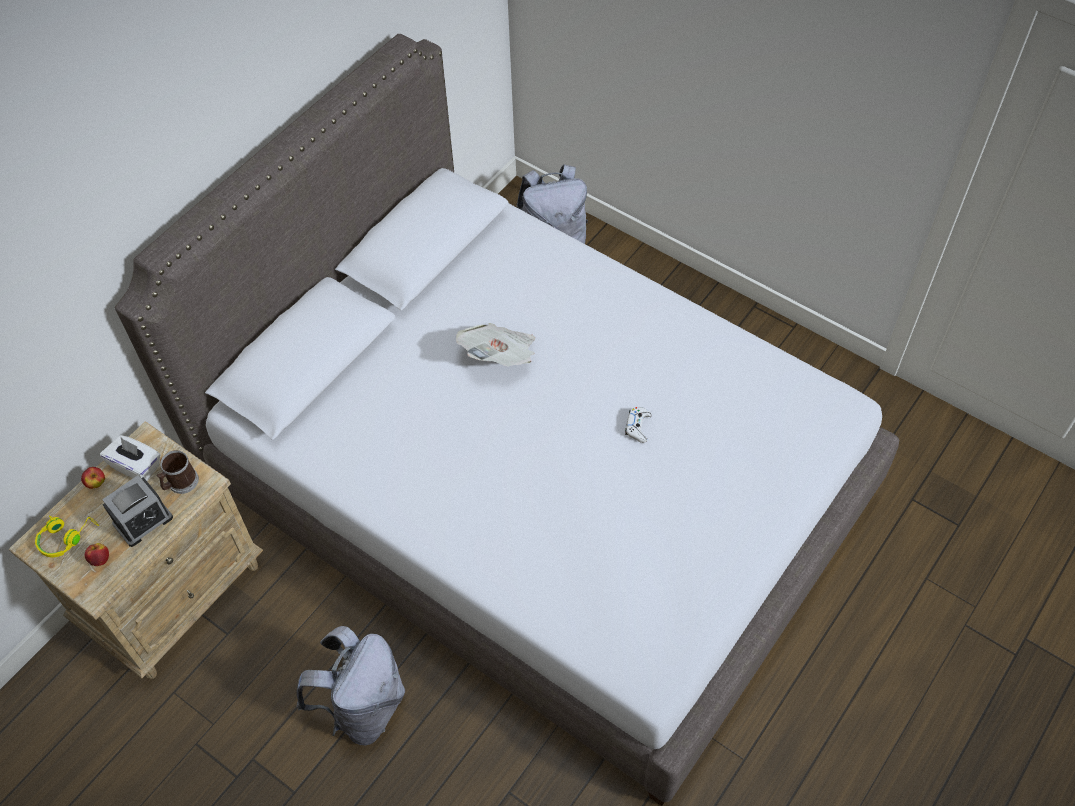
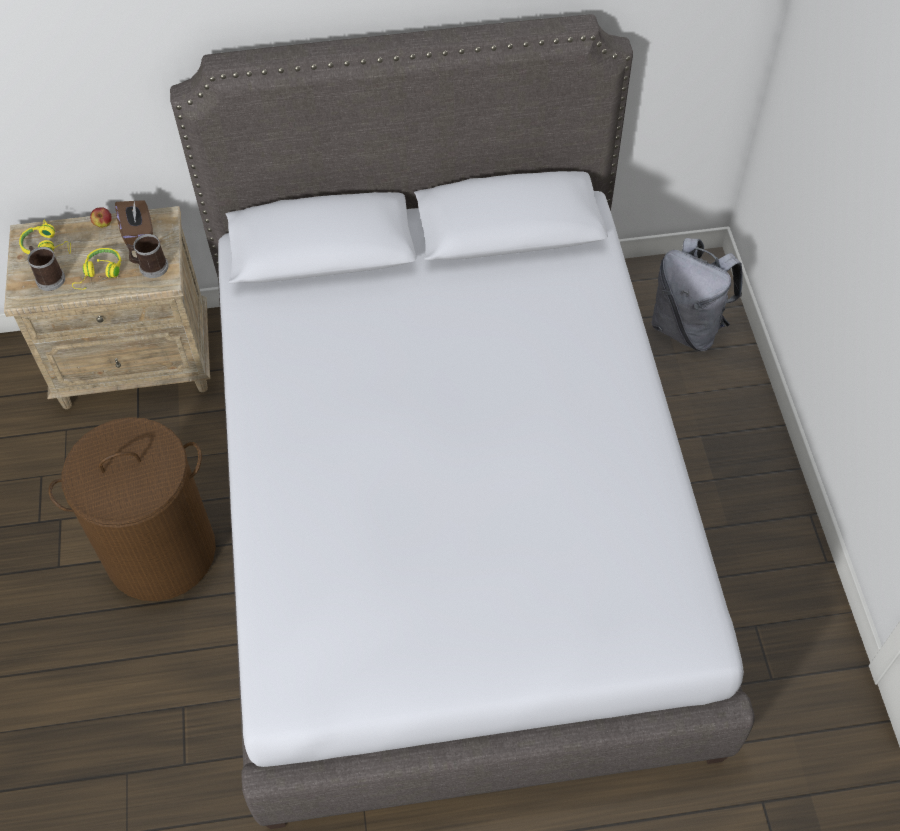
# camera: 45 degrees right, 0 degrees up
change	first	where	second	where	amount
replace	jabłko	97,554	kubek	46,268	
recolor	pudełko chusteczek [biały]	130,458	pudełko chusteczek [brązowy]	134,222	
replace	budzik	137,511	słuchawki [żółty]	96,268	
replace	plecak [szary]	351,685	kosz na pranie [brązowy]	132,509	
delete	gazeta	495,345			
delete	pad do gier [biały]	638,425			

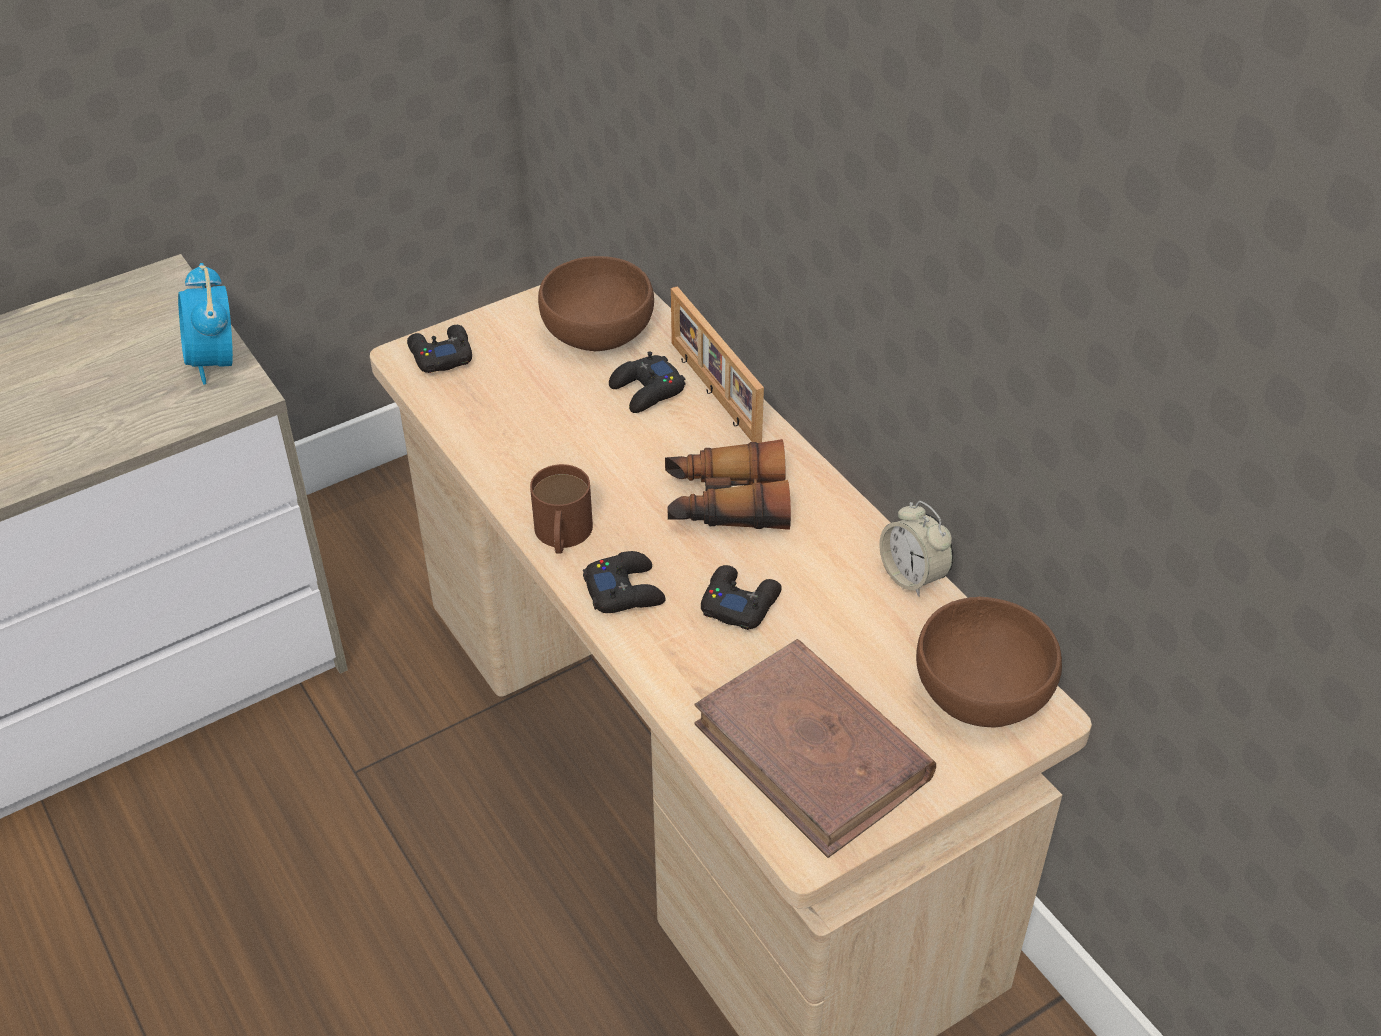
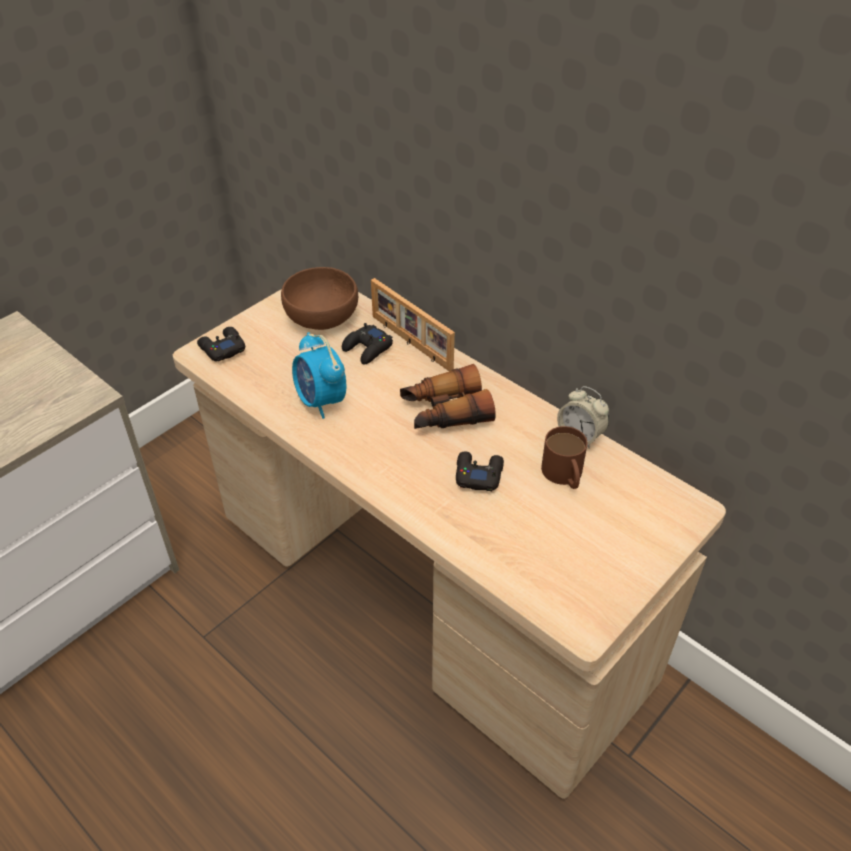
# camera: 15 degrees left, 0 degrees up
change	first	where	second	where	amount
move	budzik	205,324		319,375	
move	kubek [brązowy]	561,508		564,457	
delete	pad do gier [czarny]	624,582			
delete	książka [brązowy]	815,748			
delete	miska [brązowy]	989,662			

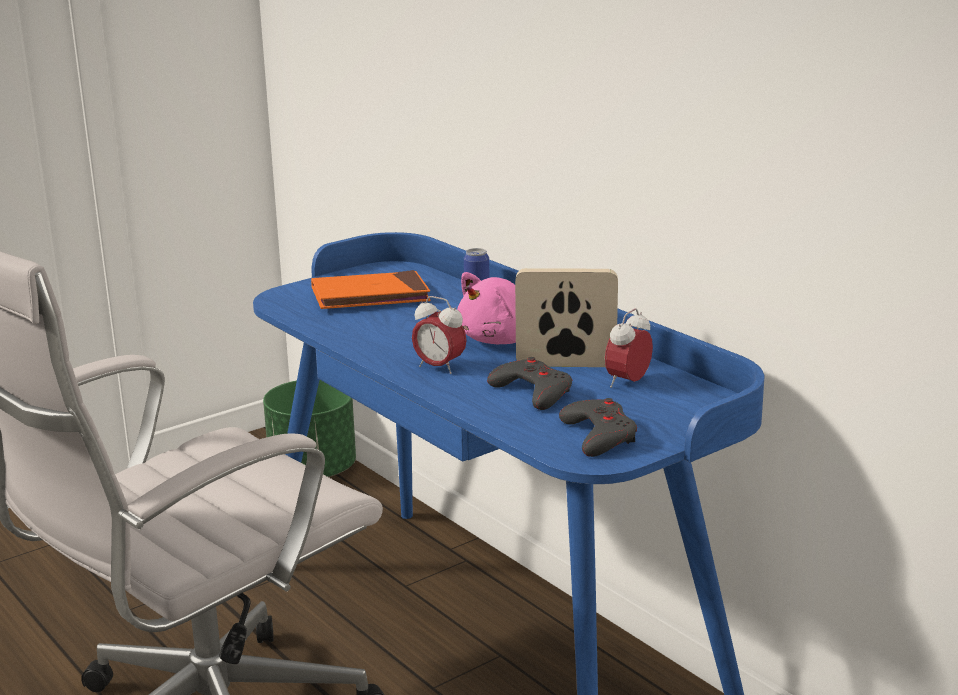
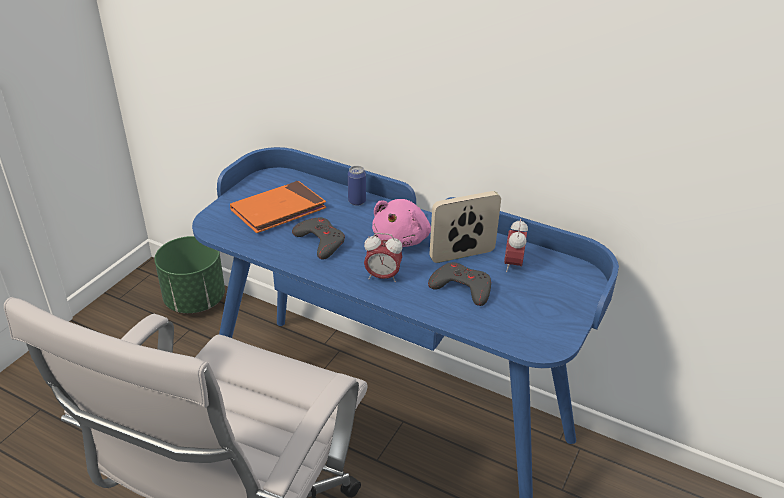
# camera: 25 degrees left, 15 degrees up
change	first	where	second	where	amount
move	pad do gier [szary]	598,427		318,238	

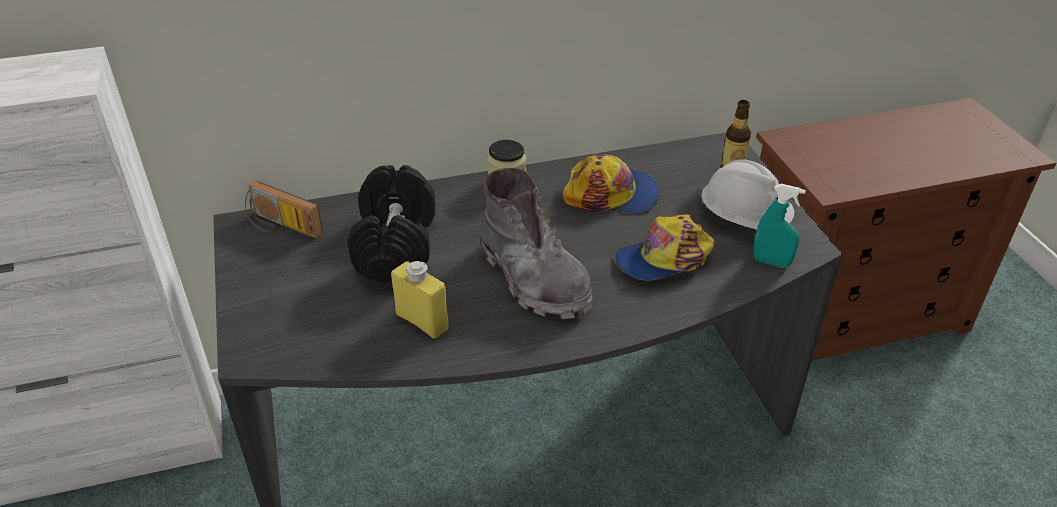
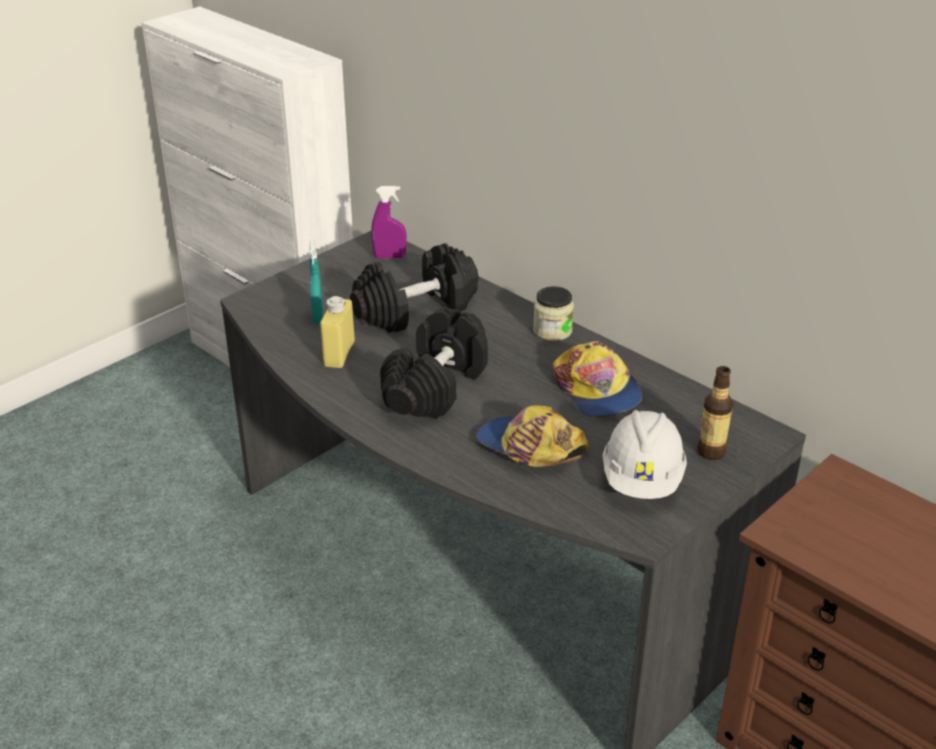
# camera: 60 degrees right, 5 degrees down
change	first	where	second	where	amount
replace	radio	284,209	spryskiwacz [fioletowy]	389,222	
replace	but z cholewką [szary]	537,243	hantel [czarny]	434,363	
move	spryskiwacz [turkusowy]	780,226		316,282	

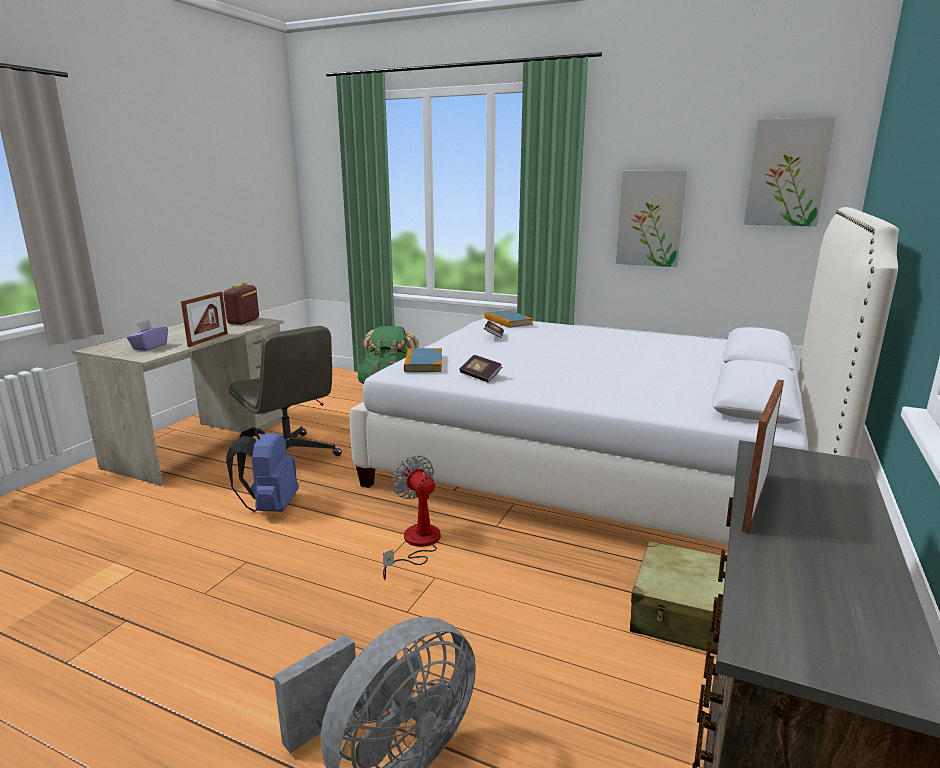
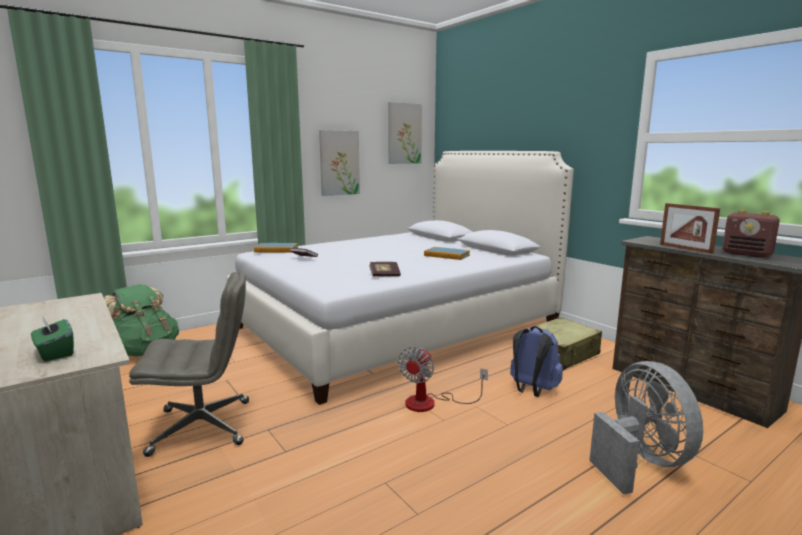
# camera: 60 degrees left, 5 degrees down
change	first	where	second	where	amount
recolor	pudełko chusteczek [fioletowy]	147,335	pudełko chusteczek [zielony]	52,338	
delete	ramka na zdjęcie	204,319			
move	radio	241,304		751,234	
move	plecak [niebieski]	262,469		536,361	
rotate	wentylator	412,517		443,379	60 degrees counterclockwise
move	książka	423,360		447,253	

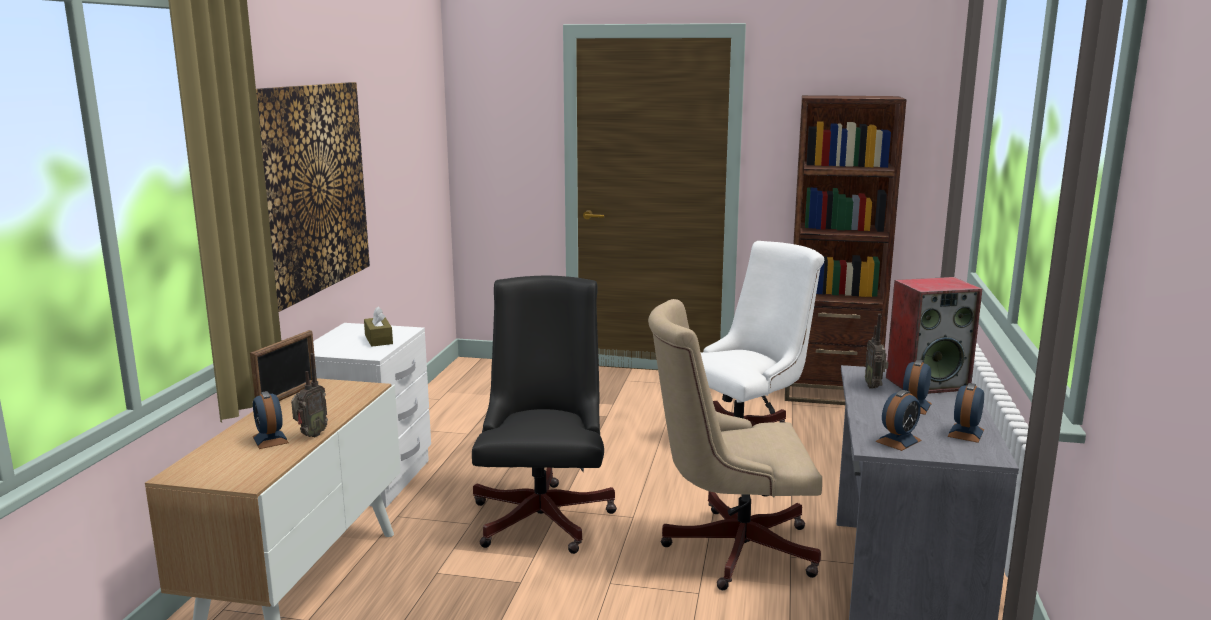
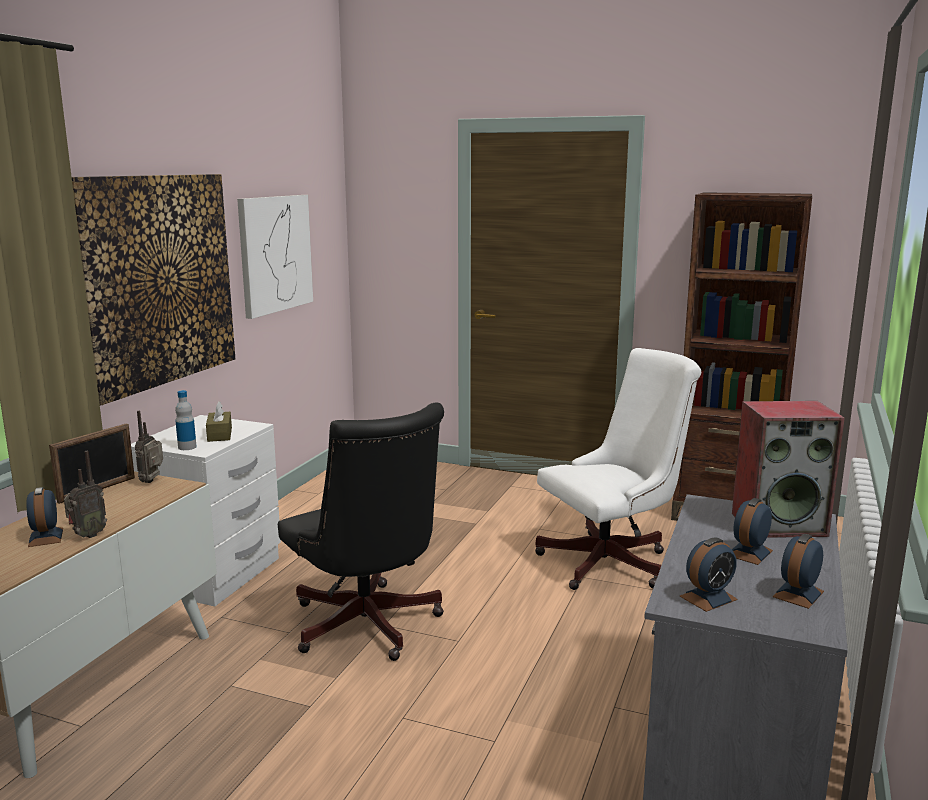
# camera: 10 degrees right, 0 degrees up
change	first	where	second	where	amount
rotate	krzesło biurowe [czarny]	544,415		361,531	135 degrees clockwise
delete	krzesło biurowe [beżowy]	735,444			
move	radio	876,351		149,447	
insert			butelka	186,420	
insert			obraz	275,257	

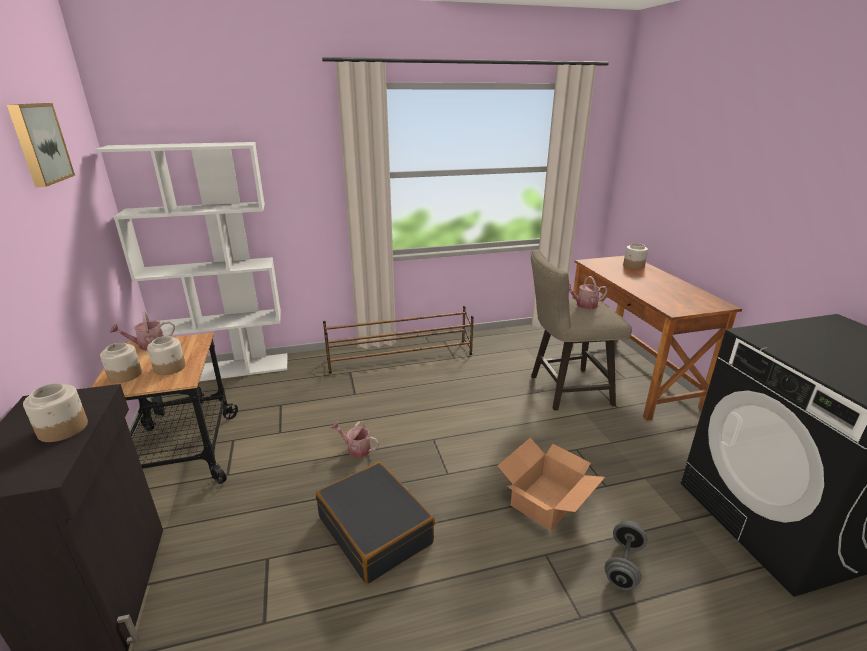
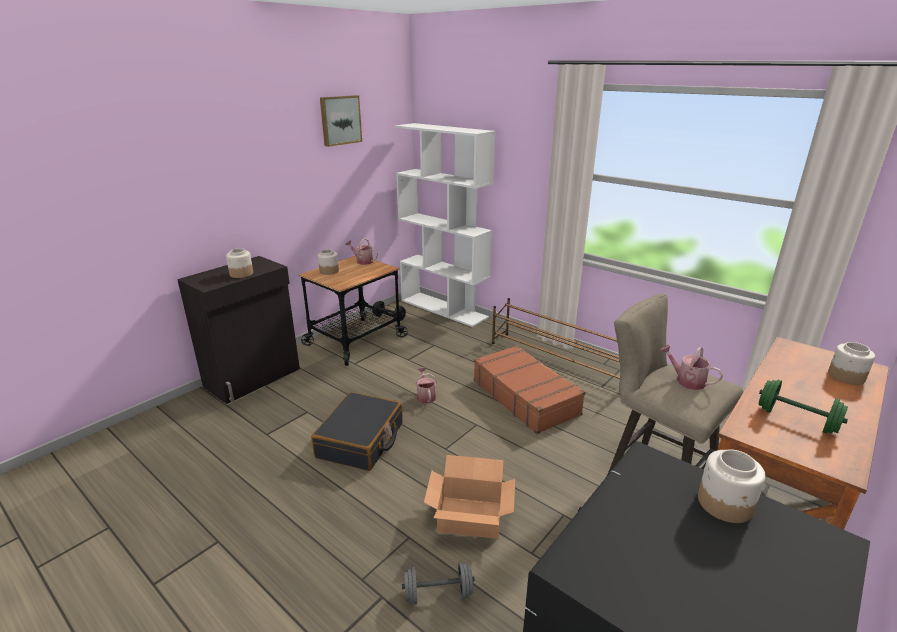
# camera: 55 degrees right, 0 degrees up
change	first	where	second	where	amount
move	słoik	166,355		732,486	
insert			walizka [brązowy]	529,389	
insert			hantel [zielony]	803,407	

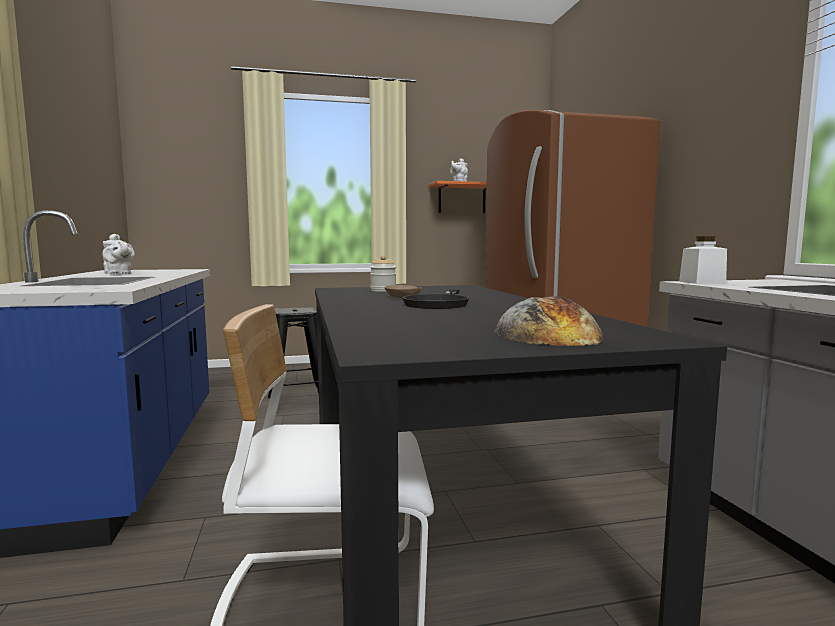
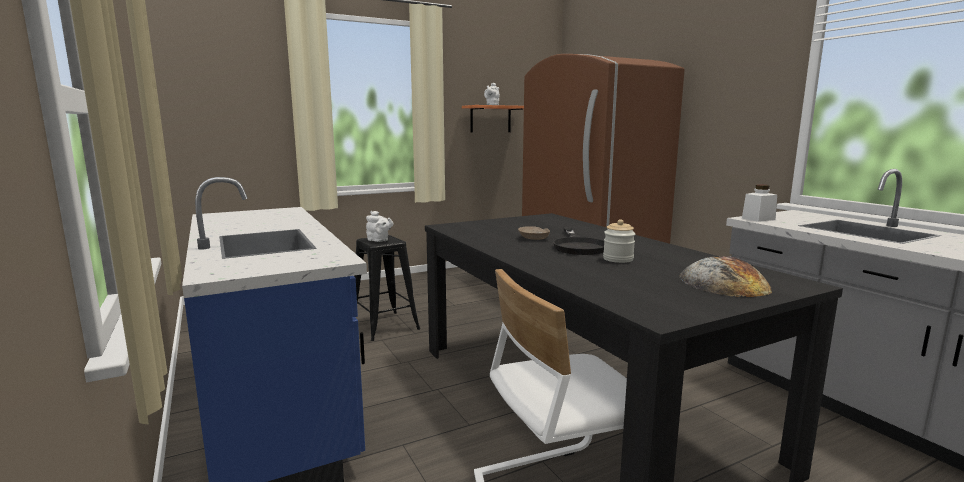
# camera: 15 degrees left, 5 degrees up
change	first	where	second	where	amount
move	imbryk [biały]	118,254		379,226	
move	słoik	383,273		619,241	

